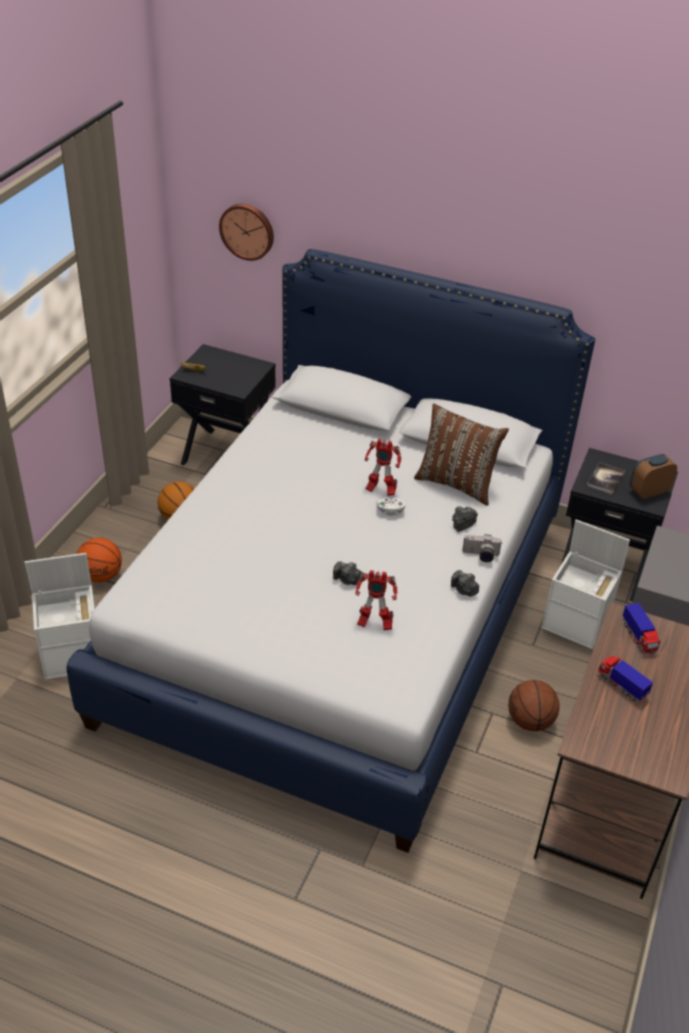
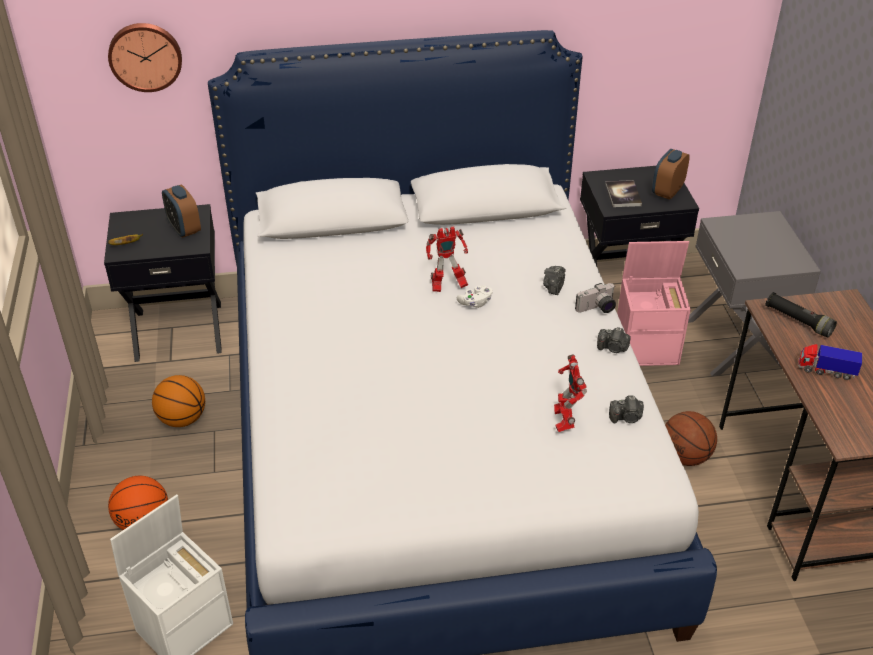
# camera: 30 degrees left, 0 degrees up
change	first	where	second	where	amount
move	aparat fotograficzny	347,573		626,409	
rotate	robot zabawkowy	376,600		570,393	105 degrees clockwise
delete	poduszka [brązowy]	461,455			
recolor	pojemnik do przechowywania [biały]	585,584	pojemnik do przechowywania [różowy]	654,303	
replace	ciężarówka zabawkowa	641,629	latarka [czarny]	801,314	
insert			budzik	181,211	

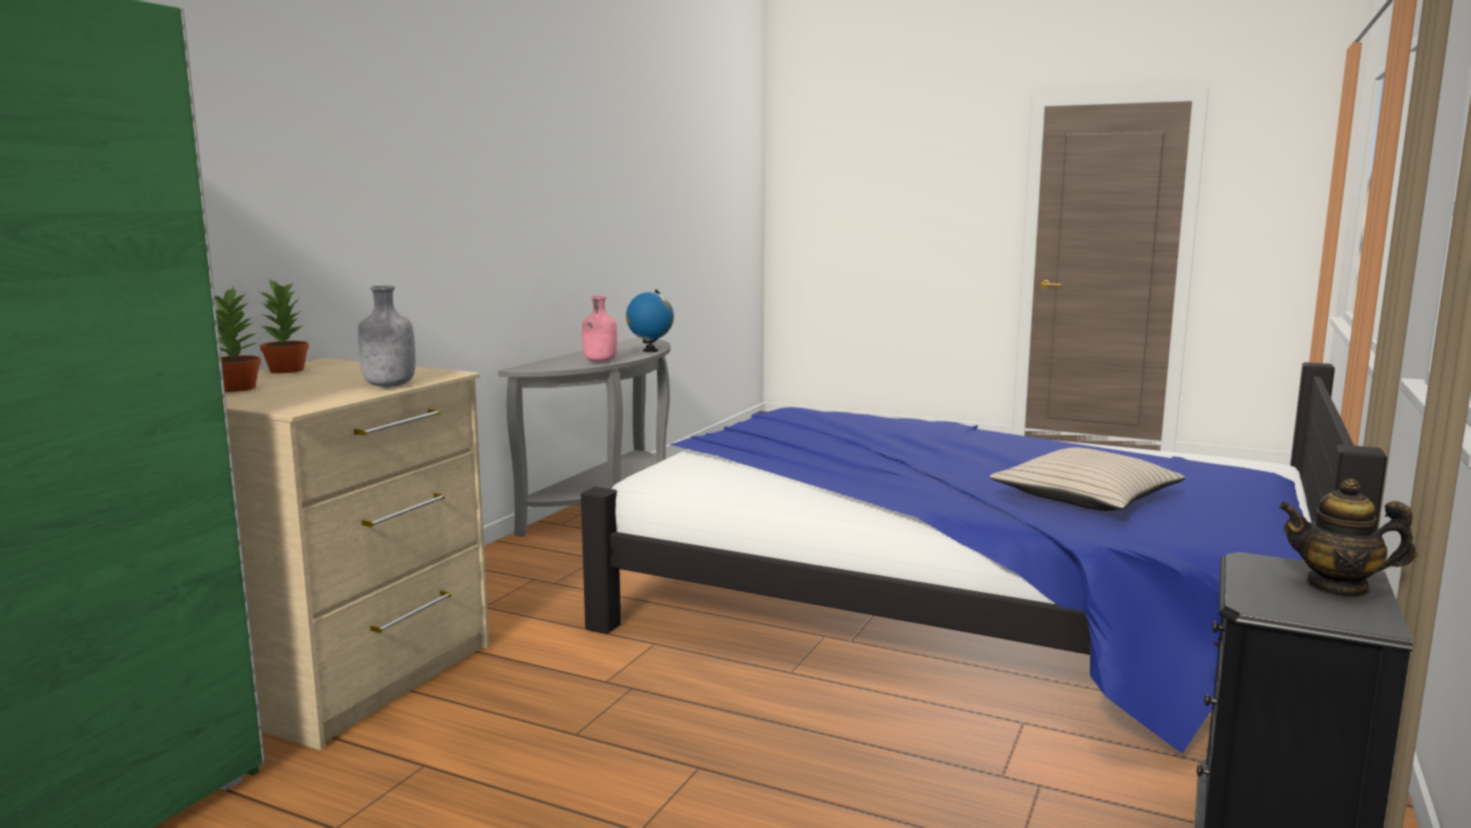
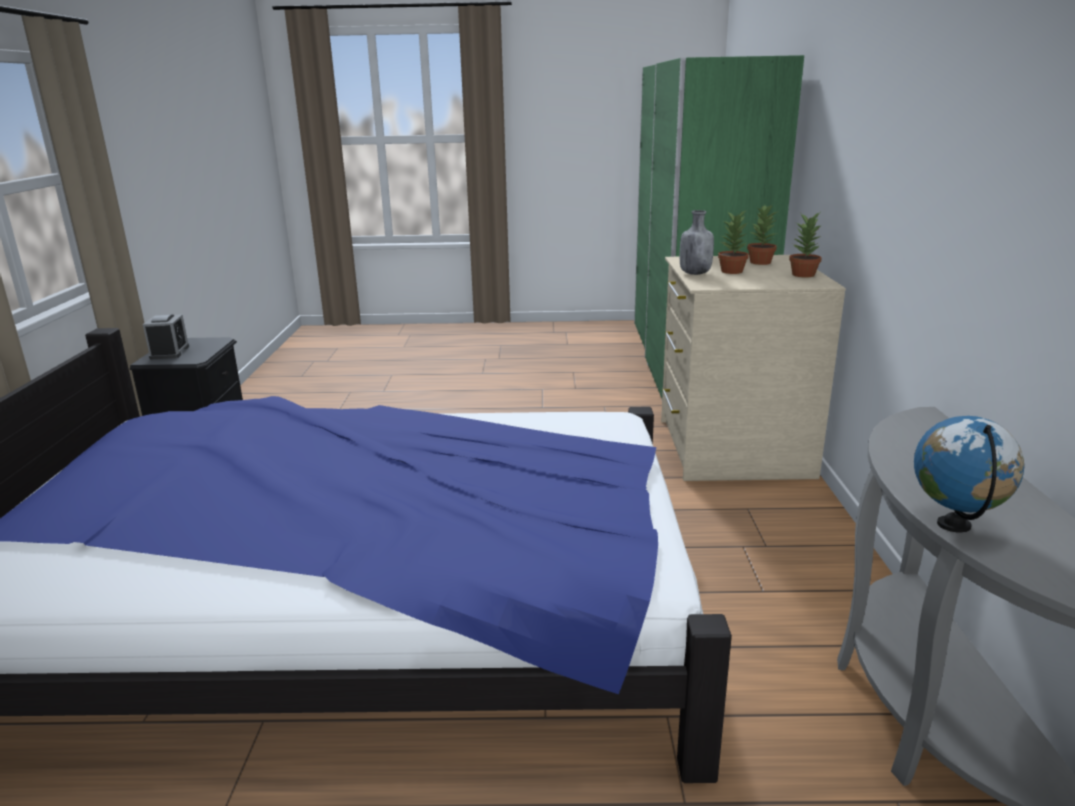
# camera: 155 degrees right, 10 degrees up
change	first	where	second	where	amount
delete	butelka [różowy]	599,329			
delete	poduszka [beżowy]	1087,479			
replace	imbryk	1347,538	budzik	166,336	
insert			roślina doniczkowa	733,242	

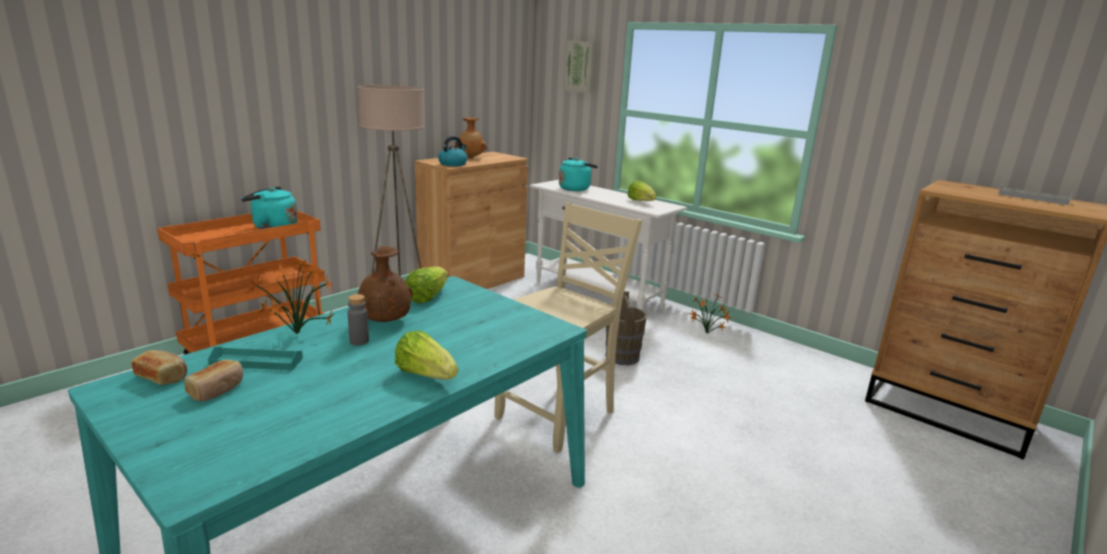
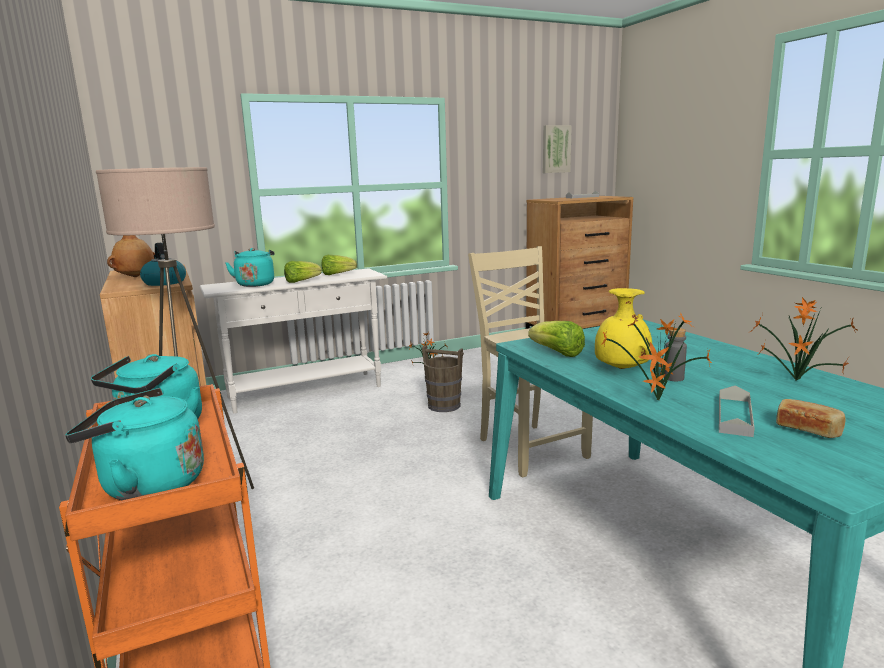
# camera: 65 degrees left, 5 degrees down
change	first	where	second	where	amount
delete	chleb	159,367			
recolor	taca [turkusowy]	255,358	taca [szary]	737,411	
recolor	wazon [brązowy]	385,284	wazon [żółty]	623,328	
move	sałata	426,355		303,272	
move	obraz	580,67		557,149	
insert			czajnik [turkusowy]	134,444	
insert			roślina doniczkowa	803,338	

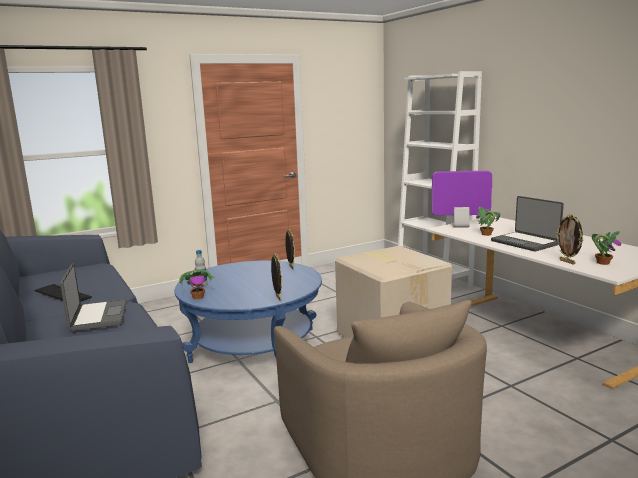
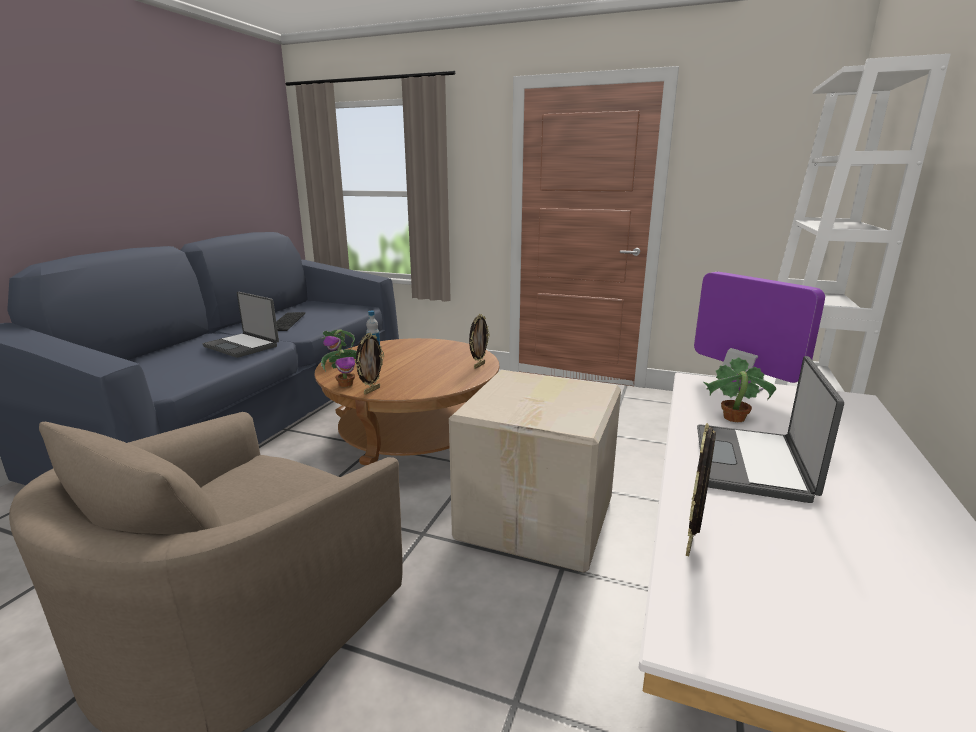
# camera: 50 degrees right, 5 degrees up
change	first	where	second	where	amount
rotate	laptop	93,297		241,325	90 degrees clockwise
recolor	ława [niebieski]	248,312	ława [brązowy]	407,401	
move	roślina doniczkowa	606,248		339,368	

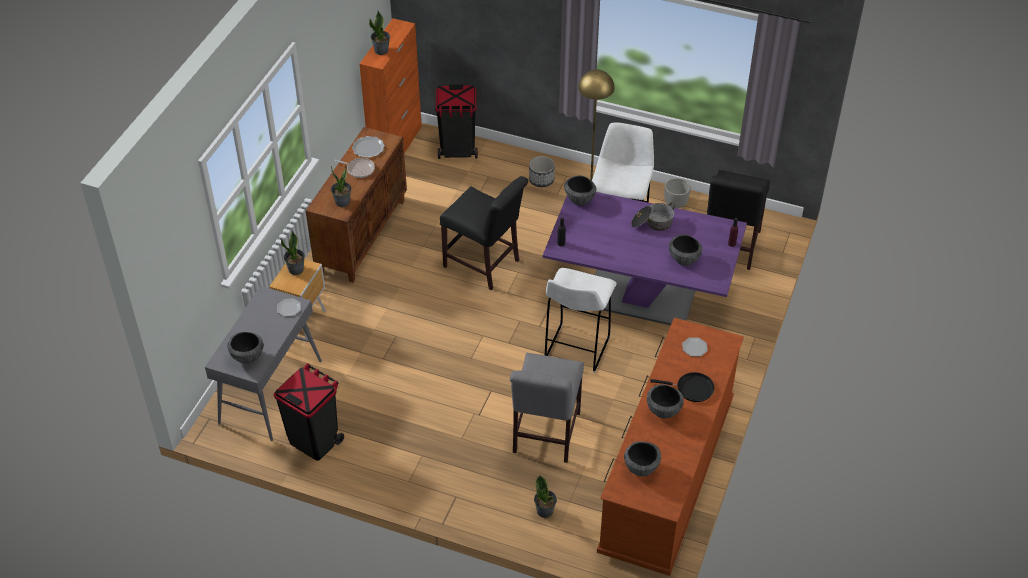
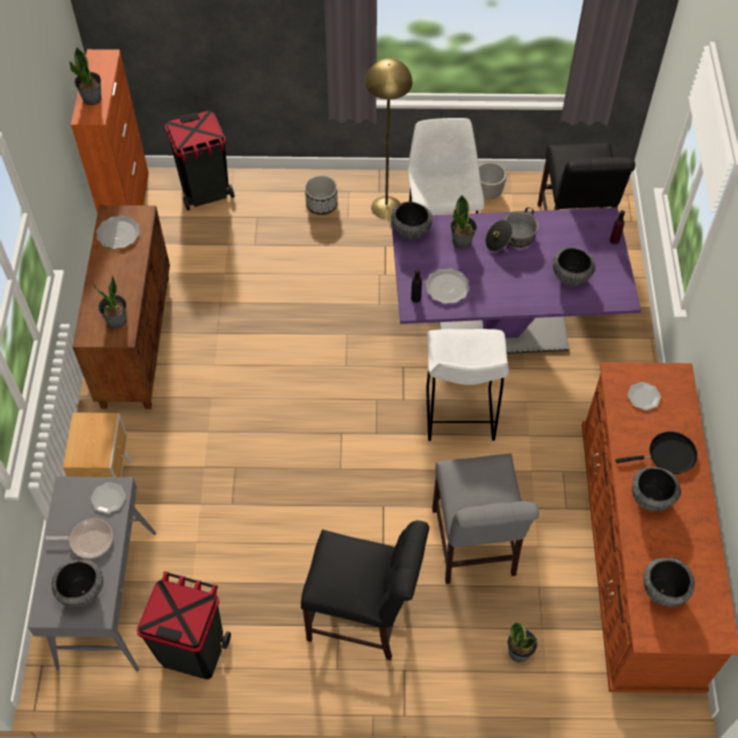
# camera: 20 degrees left, 10 degrees up
change	first	where	second	where	amount
move	roślina doniczkowa	293,253		463,222	
move	patelnia	354,168		79,538	
move	krzesło [czarny]	484,233		365,590	
insert			talerz	447,286	

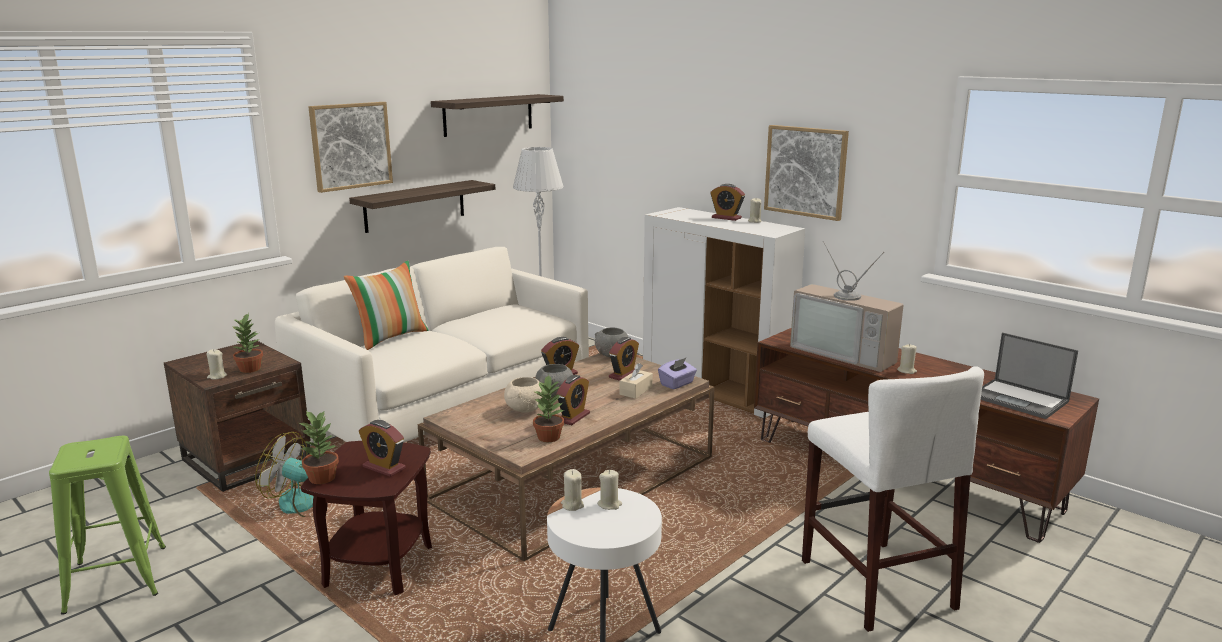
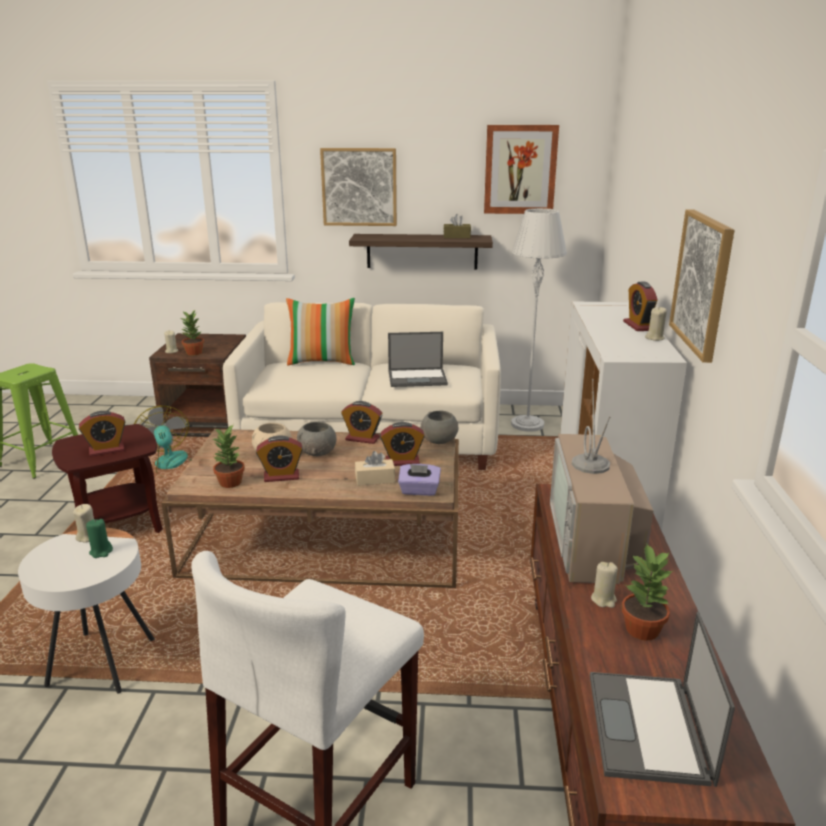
# camera: 50 degrees right, 5 degrees up
change	first	where	second	where	amount
move	roślina doniczkowa	319,447		647,592	
rotate	budzik	382,448		102,433	105 degrees counterclockwise
replace	półka	497,115	obraz	521,169	
recolor	świeca [beżowy]	609,490	świeca [zielony]	99,538	
insert			laptop	418,359	
insert			pudełko chusteczek [brązowy]	457,226	

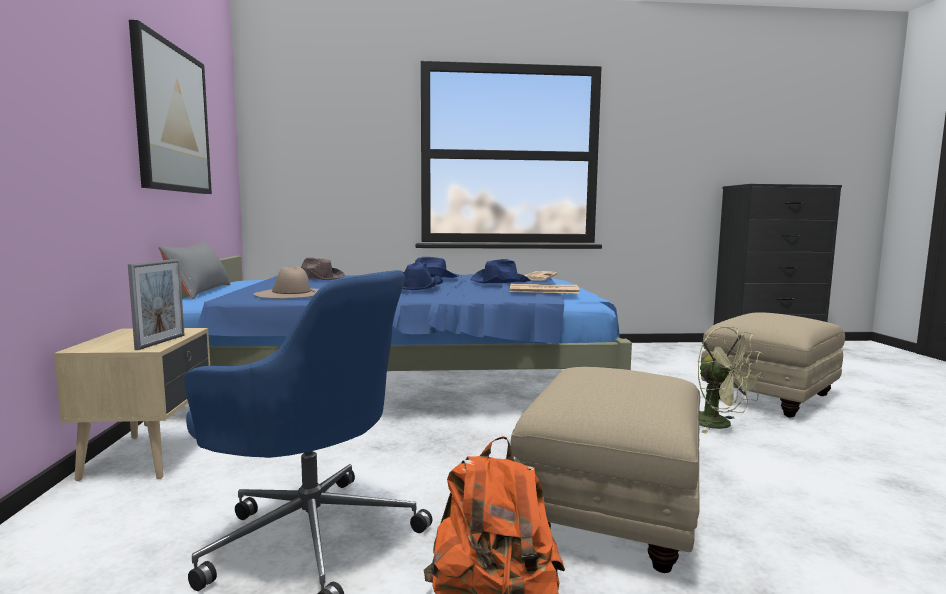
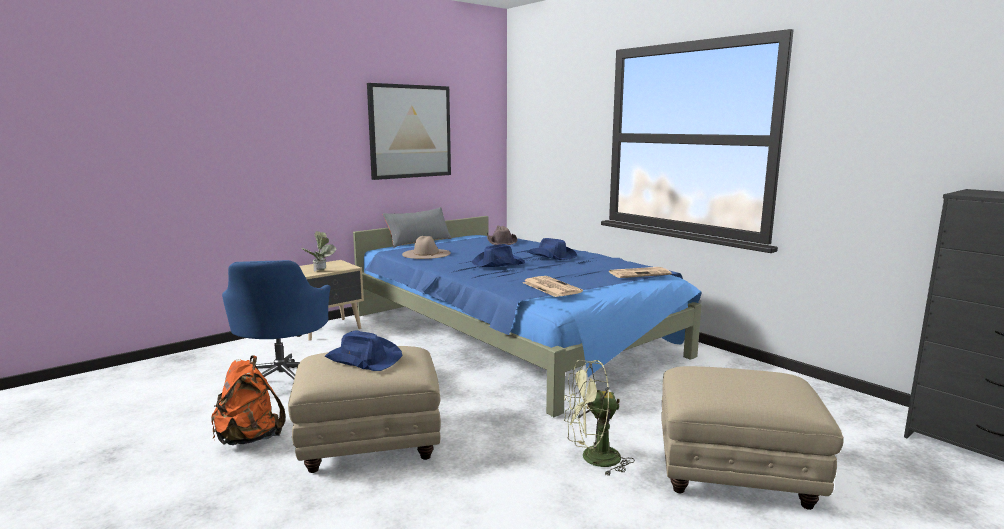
# camera: 55 degrees right, 5 degrees up
change	first	where	second	where	amount
replace	ramka na zdjęcie	156,304	roślina doniczkowa	319,251	
move	kapelusz [niebieski]	500,271		363,350	
rotate	wentylator [zielony]	731,379		599,418	60 degrees clockwise

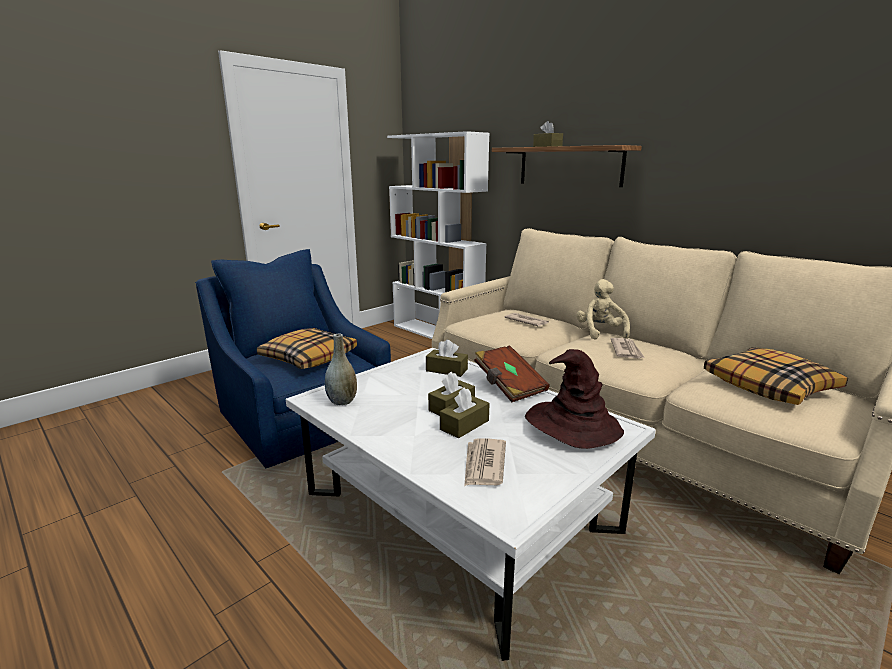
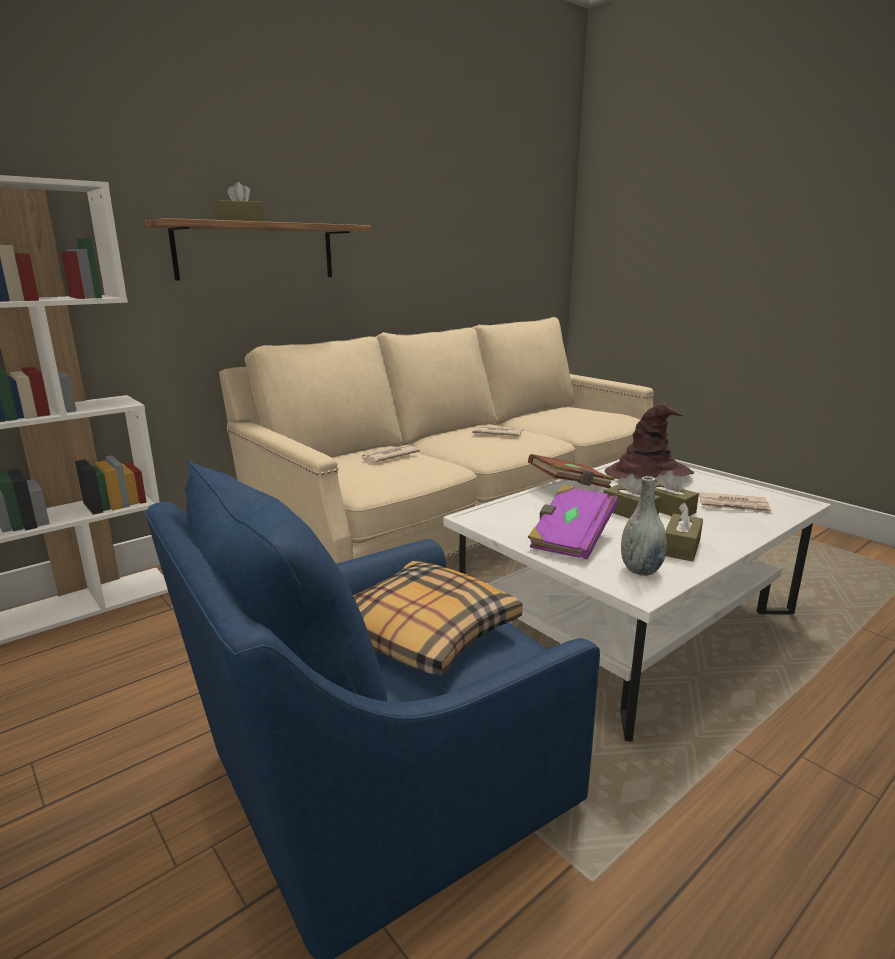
# camera: 85 degrees left, 0 degrees up
change	first	where	second	where	amount
move	pudełko chusteczek [brązowy]	447,358		684,532	
delete	pluszak [beżowy]	603,309			
delete	poduszka	776,376			
insert			książka [fioletowy]	573,521	

